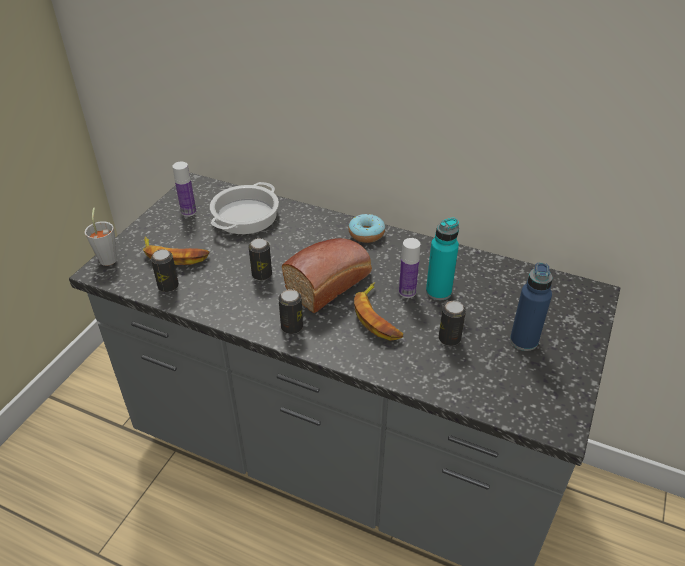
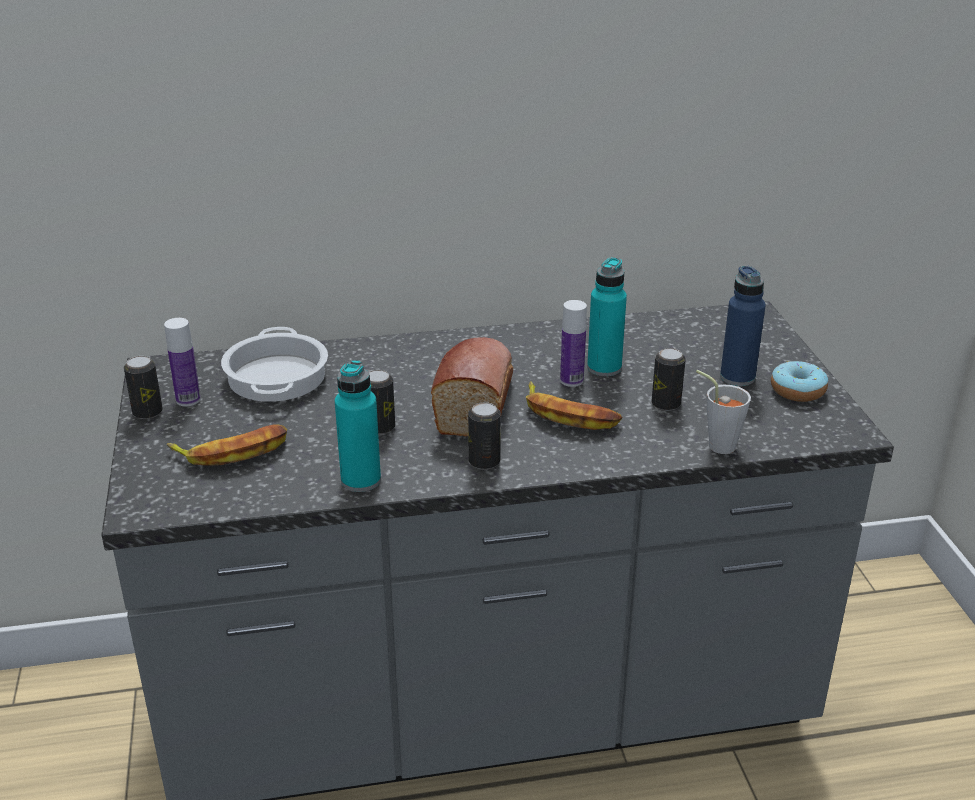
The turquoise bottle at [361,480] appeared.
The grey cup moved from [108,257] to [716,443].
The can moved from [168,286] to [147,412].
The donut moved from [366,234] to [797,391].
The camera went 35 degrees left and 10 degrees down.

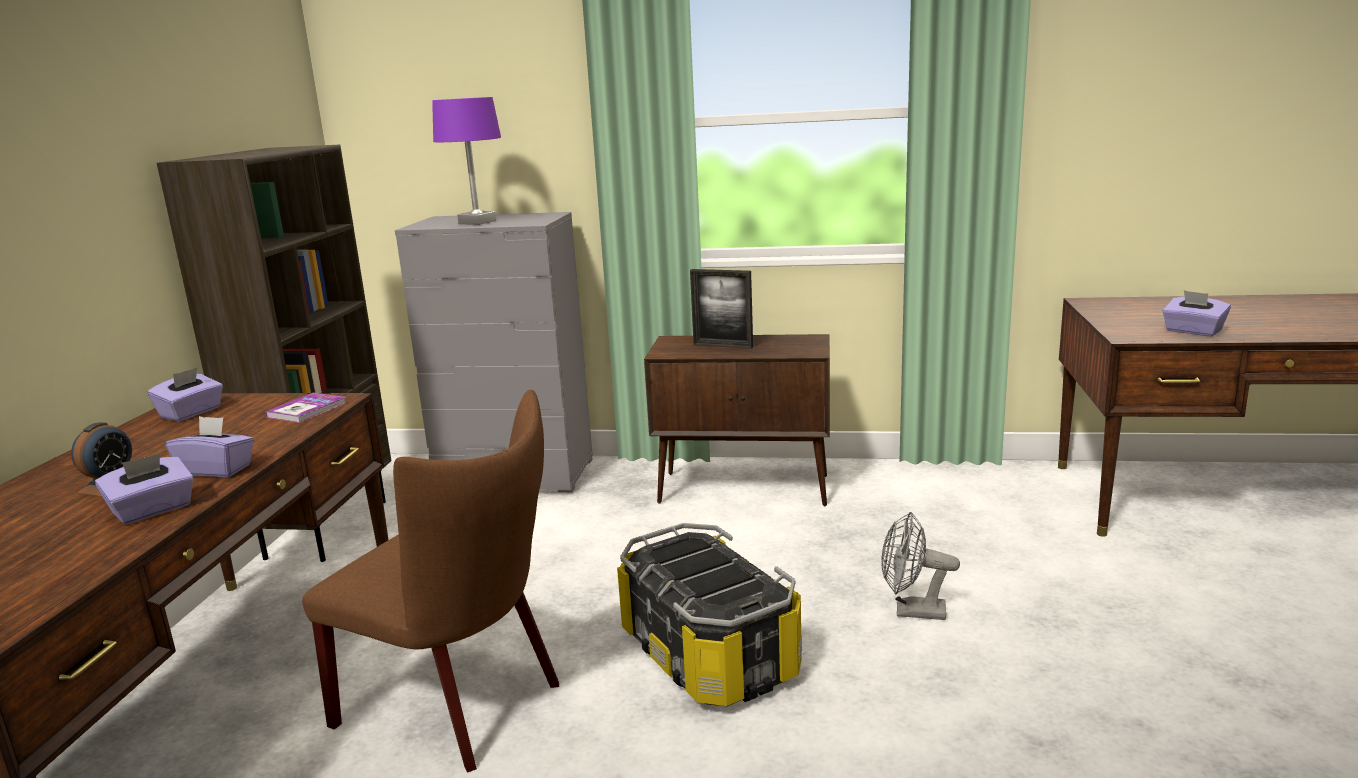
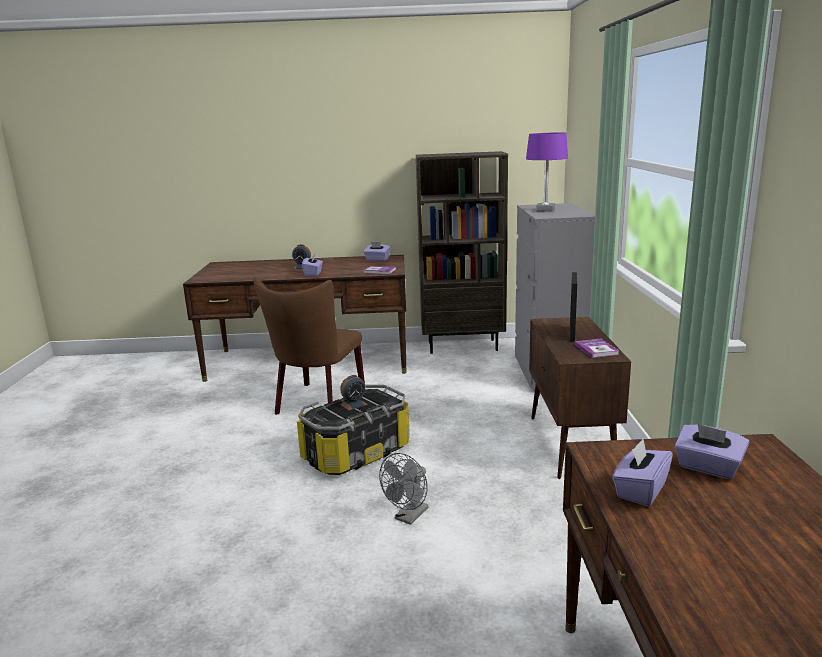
The alarm clock at [353,404] appeared.
The book at [596,349] appeared.
The purple tissue box moved from [153,510] to [708,468].
The grey fan at [912,611] turned 150 degrees counterclockwise.
The camera went 80 degrees right and 0 degrees up.

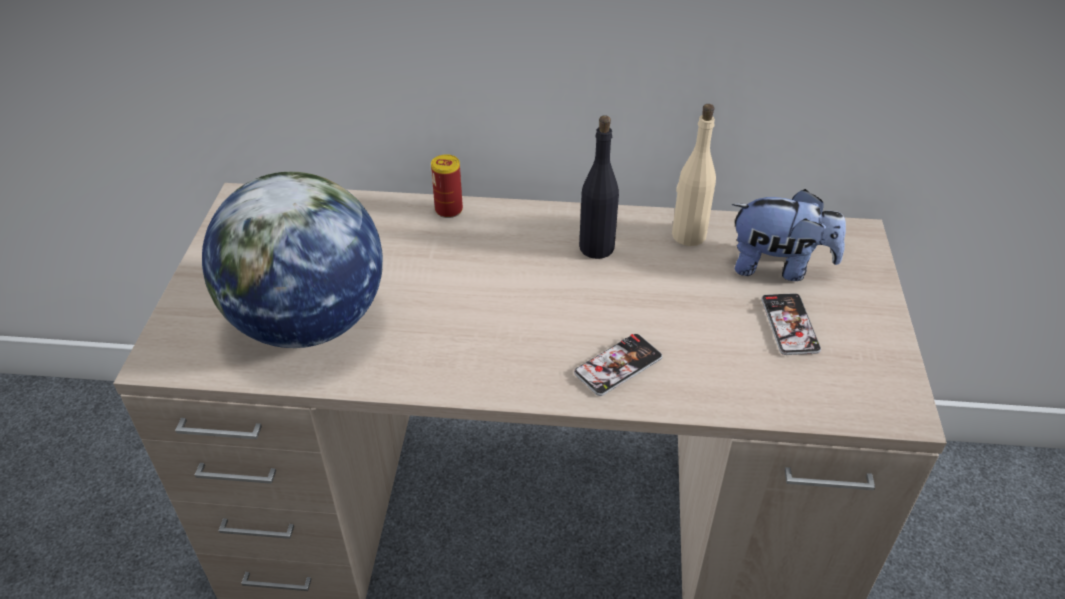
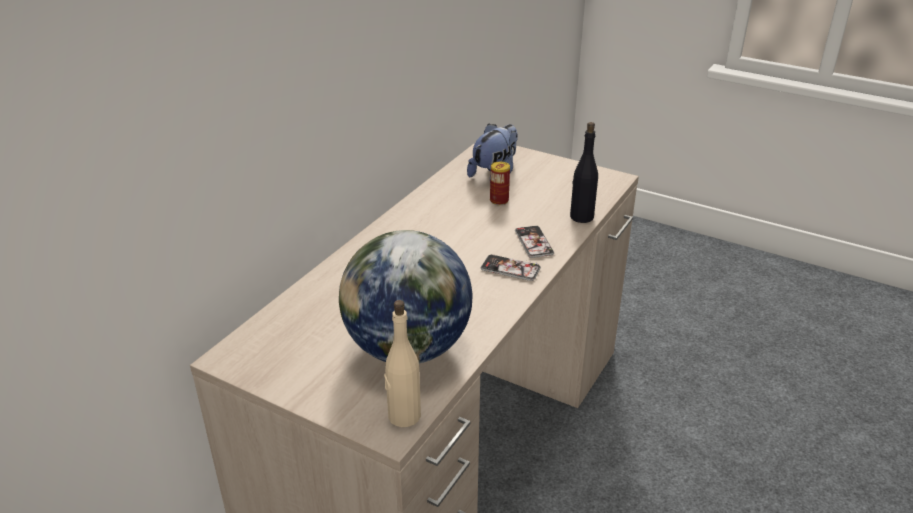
The can moved from [449,210] to [499,201].
The black bottle moved from [597,247] to [581,217].
The beige bottle moved from [688,235] to [403,416].
The phone moved from [789,325] to [510,269].
The camera went 65 degrees left and 10 degrees down.

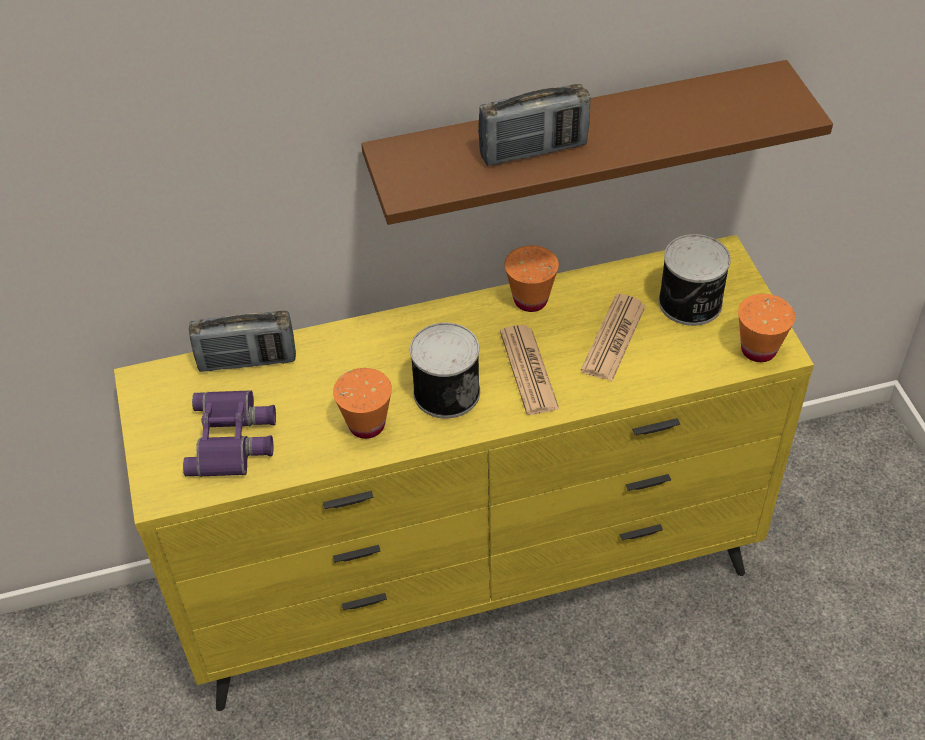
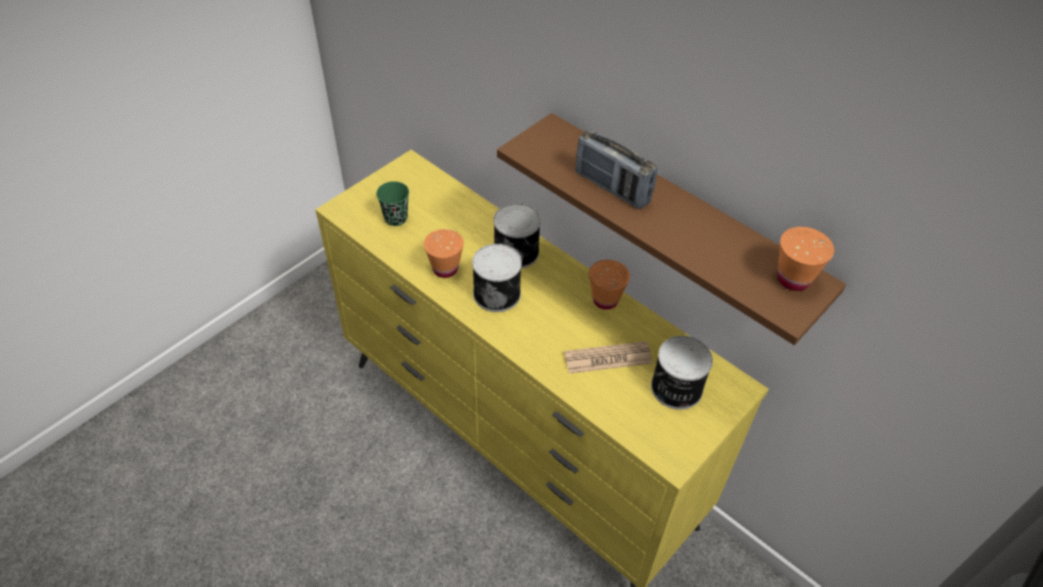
The radio at [247,361] disappeared.
The newspaper at [529,370] disappeared.
The can at [517,251] appeared.
The orange cup moved from [758,350] to [793,279].
The purple binoculars at [233,439] was replaced by the green cup at [396,218].
The camera went 55 degrees right and 0 degrees up.

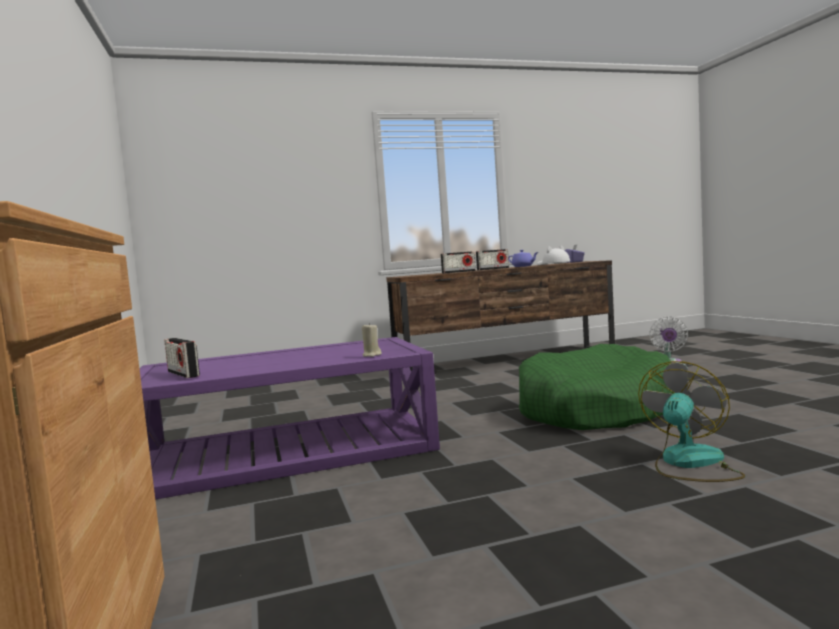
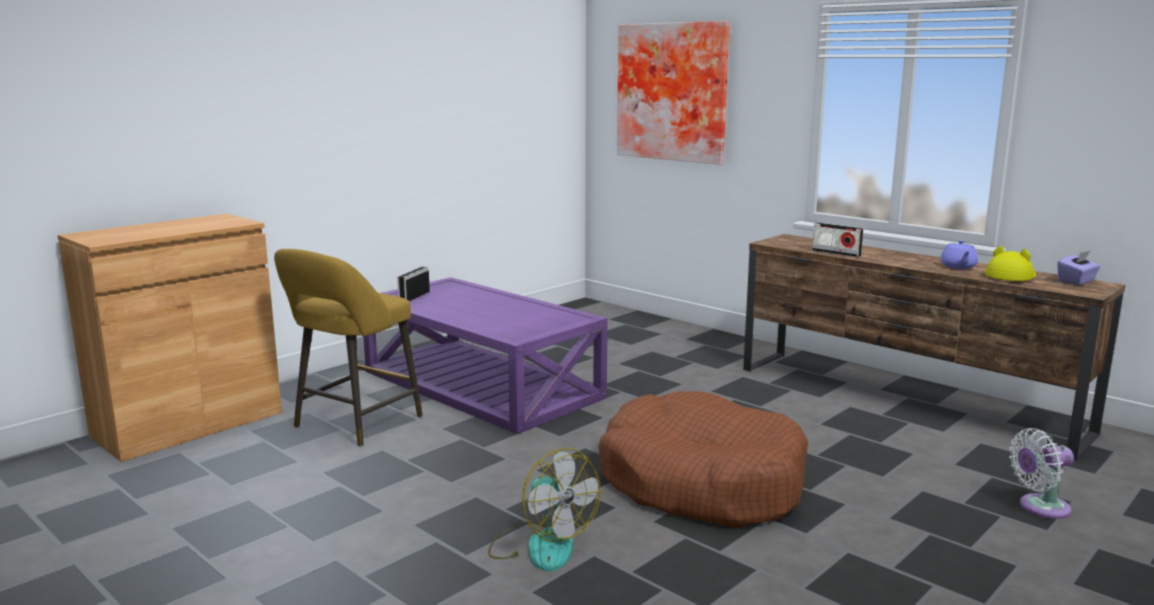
The beige candle at [371,355] disappeared.
The radio at [493,269] disappeared.
The yellow stool at [353,424] appeared.
The picture at [673,92] appeared.
The green dog bed at [595,410] became the brown dog bed at [701,483].
The white hat at [552,264] became the yellow hat at [1010,276].
The fan at [689,464] turned 45 degrees clockwise.
The camera went 60 degrees right and 10 degrees up.

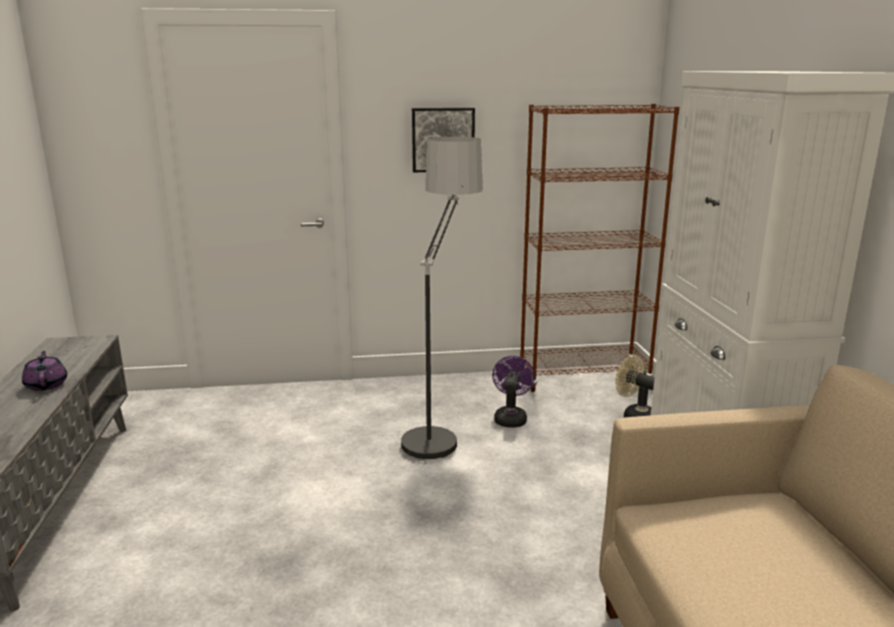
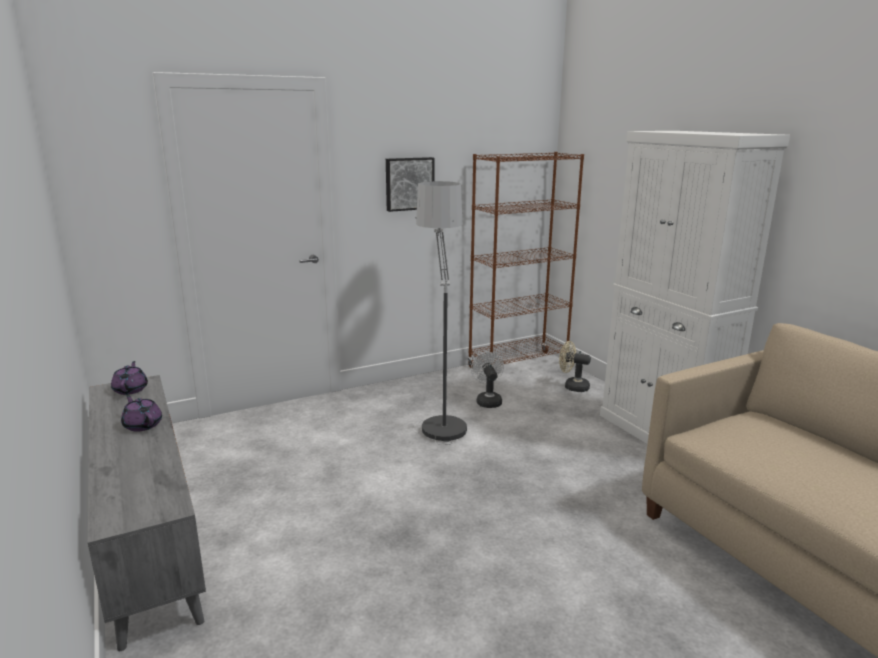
The purple teapot at [131,389] appeared.
The purple fan at [510,418] became the white fan at [487,401].
The camera went 20 degrees left and 0 degrees up.

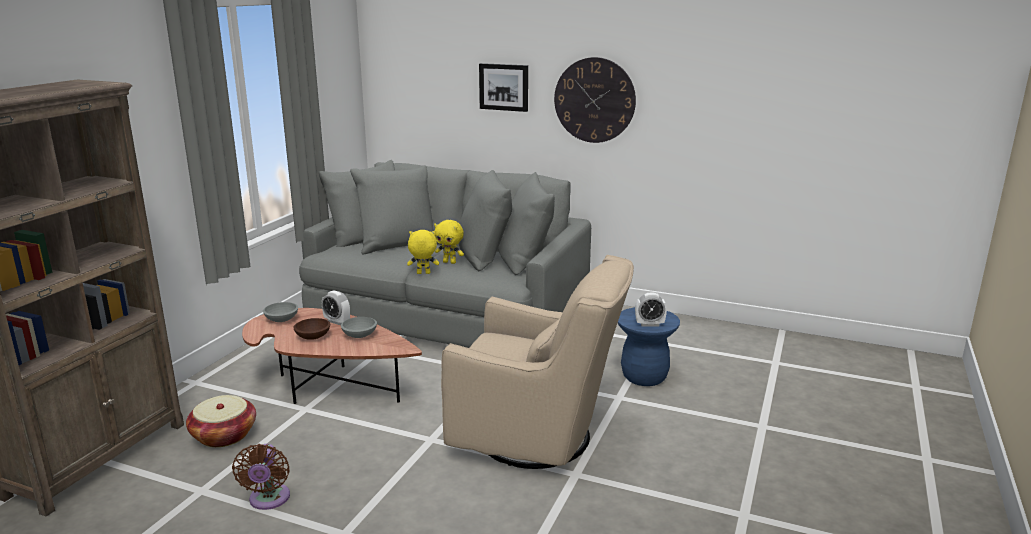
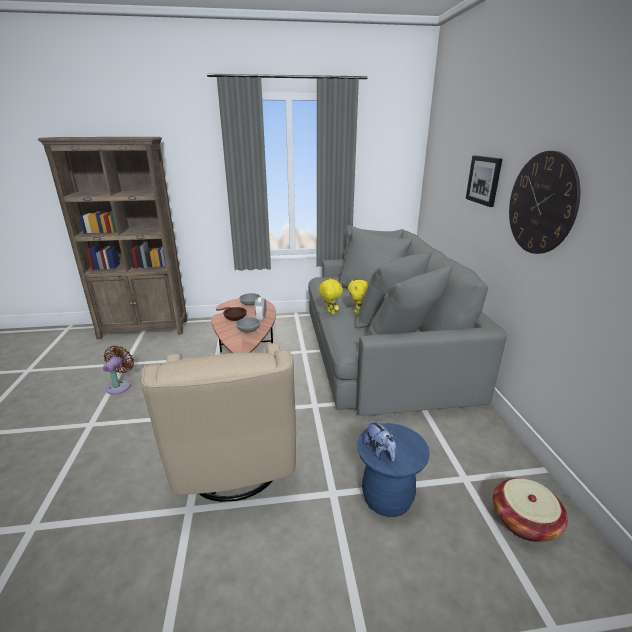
The basket moved from [224,435] to [524,521].
The alarm clock at [649,324] was replaced by the plush toy at [380,451].
The brown fan at [268,500] turned 135 degrees clockwise.
The camera went 60 degrees right and 5 degrees up.

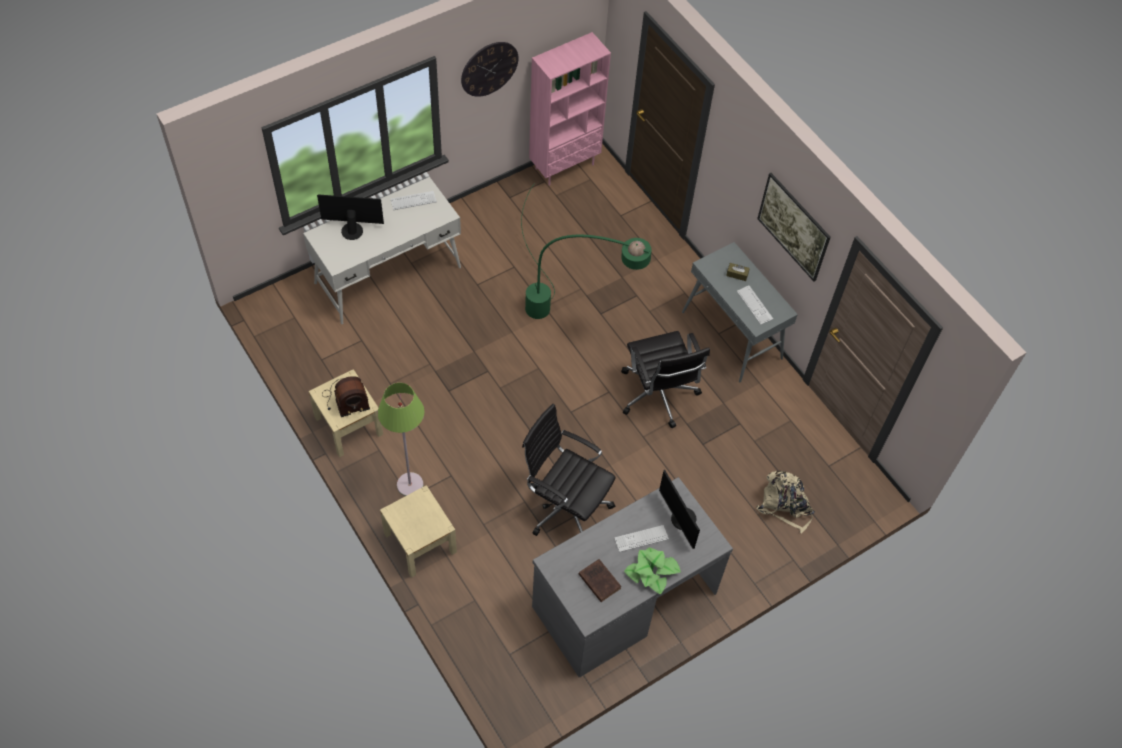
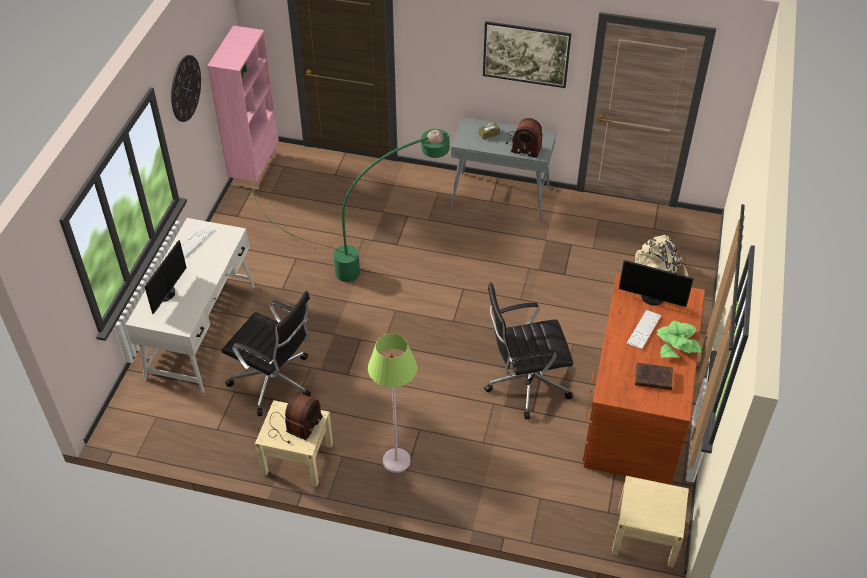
The beige nightstand moved from [420,542] to [645,536].
The black office chair moved from [658,395] to [275,382].
The keyboard at [754,305] was replaced by the radio at [523,144].
The grey desk at [623,599] became the brown desk at [635,410].
The monitor at [352,229] turned 150 degrees clockwise.
The camera went 40 degrees left and 10 degrees down.

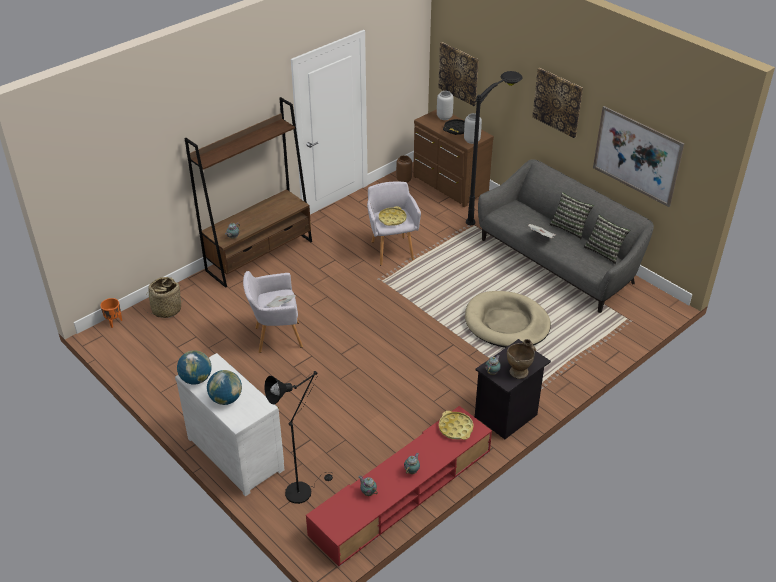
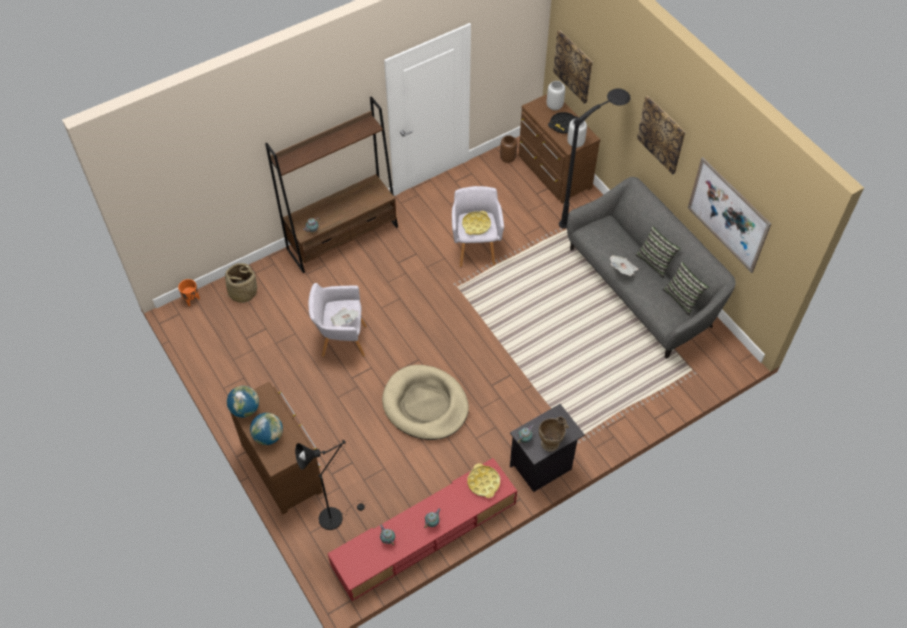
The beige dog bed moved from [506,323] to [425,405].
The white dresser at [237,452] became the brown dresser at [283,466].
The camera went 10 degrees right and 15 degrees up.

